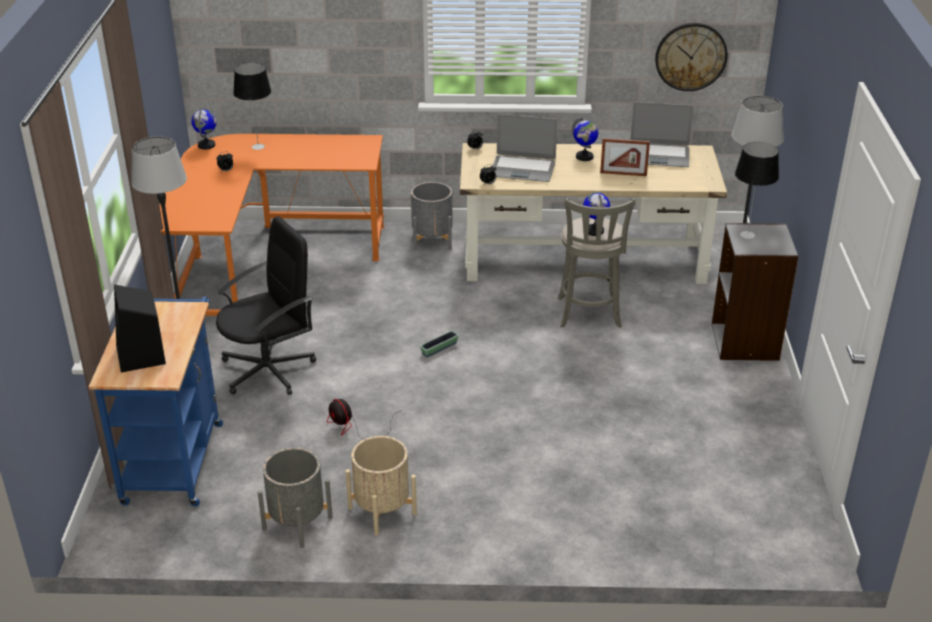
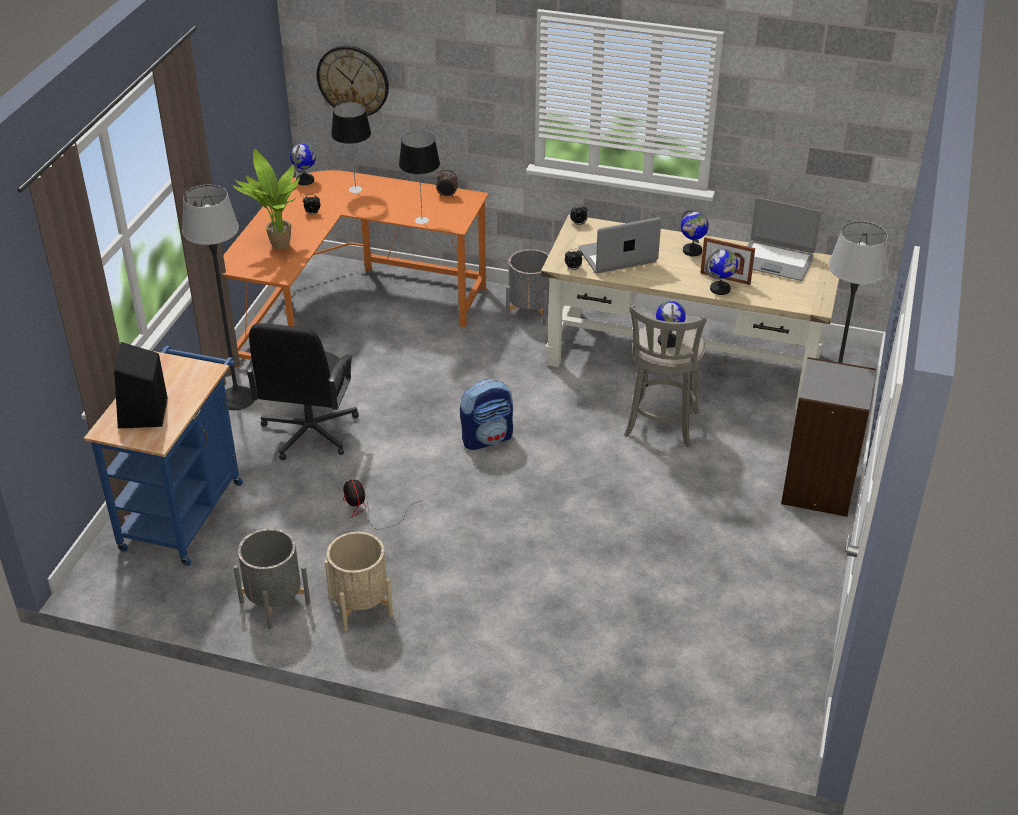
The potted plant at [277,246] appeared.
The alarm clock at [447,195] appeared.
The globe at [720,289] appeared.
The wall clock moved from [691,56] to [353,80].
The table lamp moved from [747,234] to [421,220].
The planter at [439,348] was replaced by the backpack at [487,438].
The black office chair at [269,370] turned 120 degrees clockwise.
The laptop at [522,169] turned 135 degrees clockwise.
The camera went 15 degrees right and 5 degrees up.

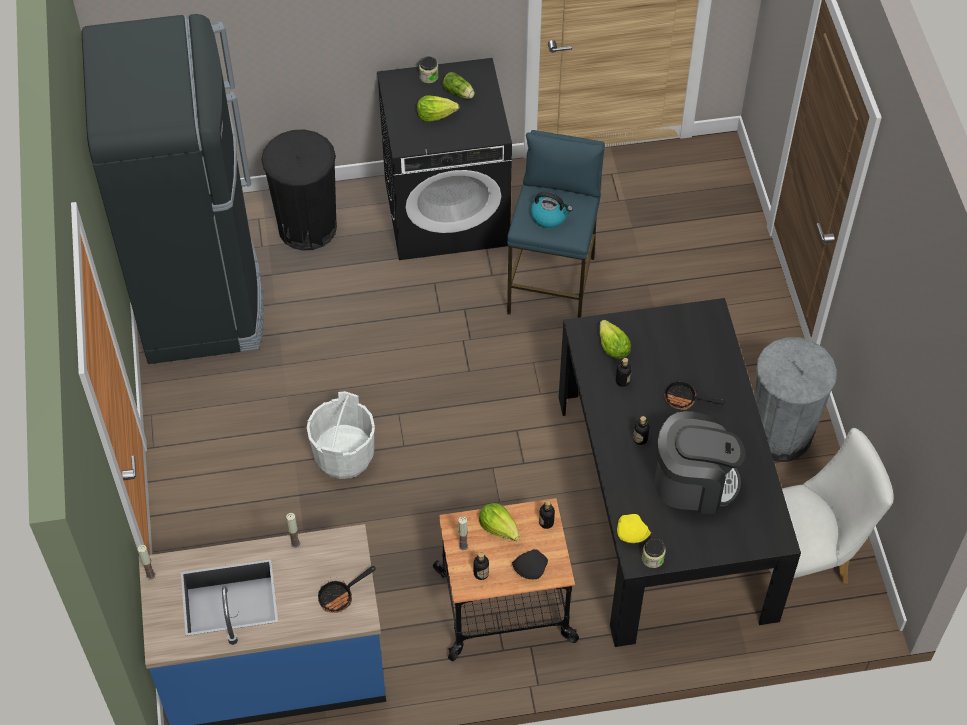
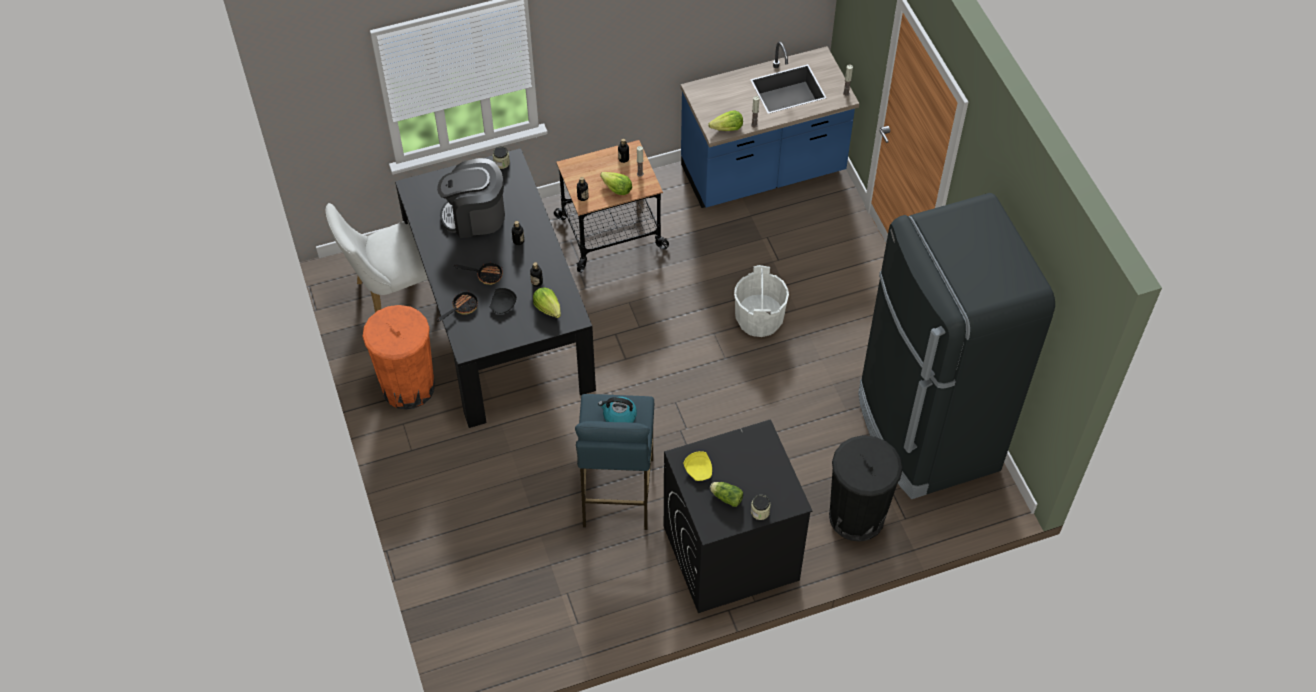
The frying pan moved from [340,596] to [462,308].
The lettuce moved from [435,115] to [727,129].
The black plate moved from [529,568] to [503,305].
The yellow plate moved from [631,533] to [699,469].
The grey trash can at [779,434] became the orange trash can at [408,387].
The camera went 170 degrees right and 0 degrees up.

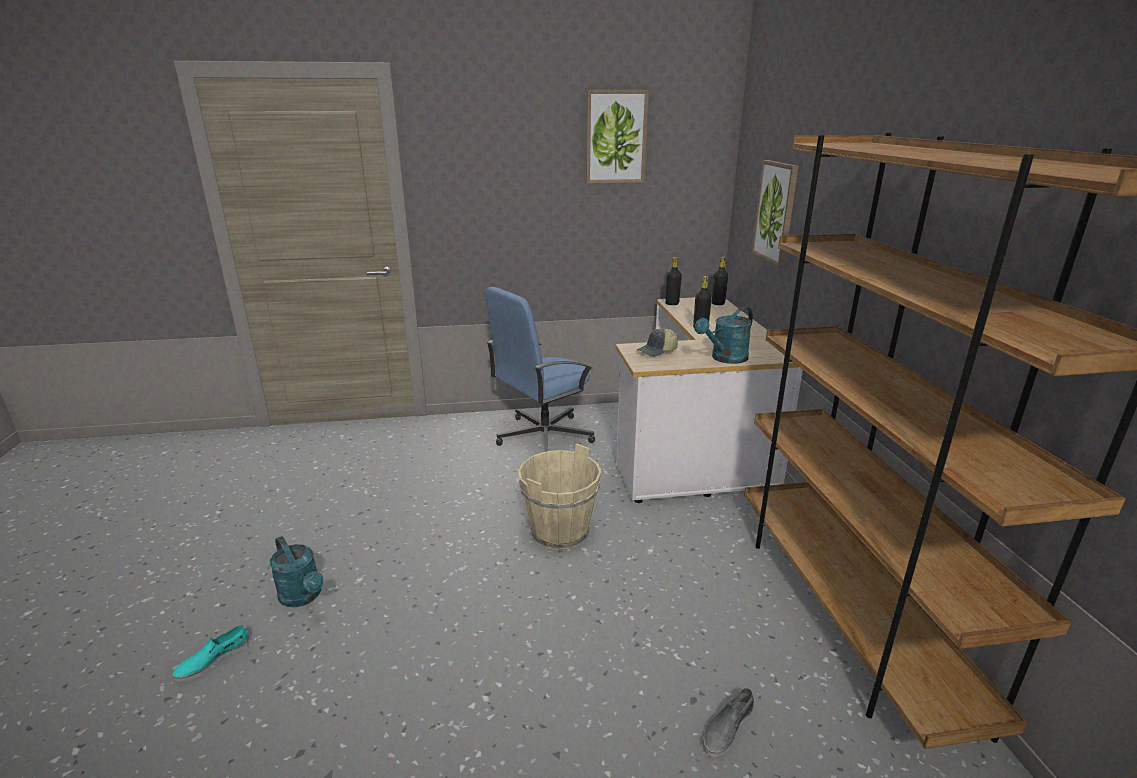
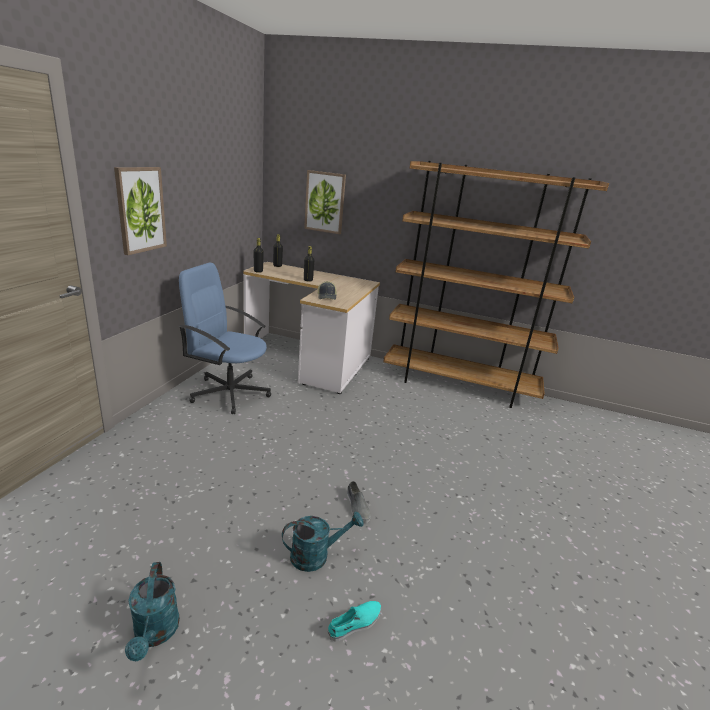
The beige bucket at [560,533] disappeared.
The picture moved from [615,137] to [140,210].
The turquoise watering can moved from [725,359] to [155,634].
The grey shoe moved from [727,728] to [357,507].
The turquoise shoe at [213,659] turned 105 degrees counterclockwise.
The blue office chair at [543,436] turned 120 degrees clockwise.
The camera went 65 degrees left and 0 degrees up.

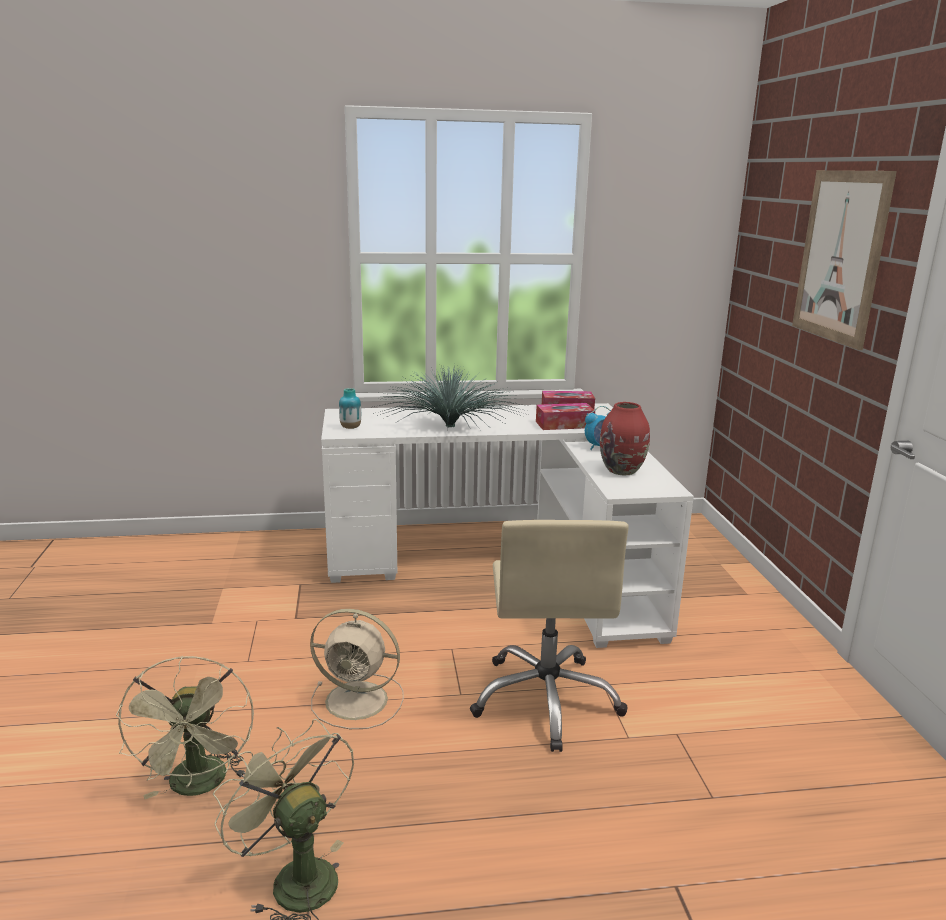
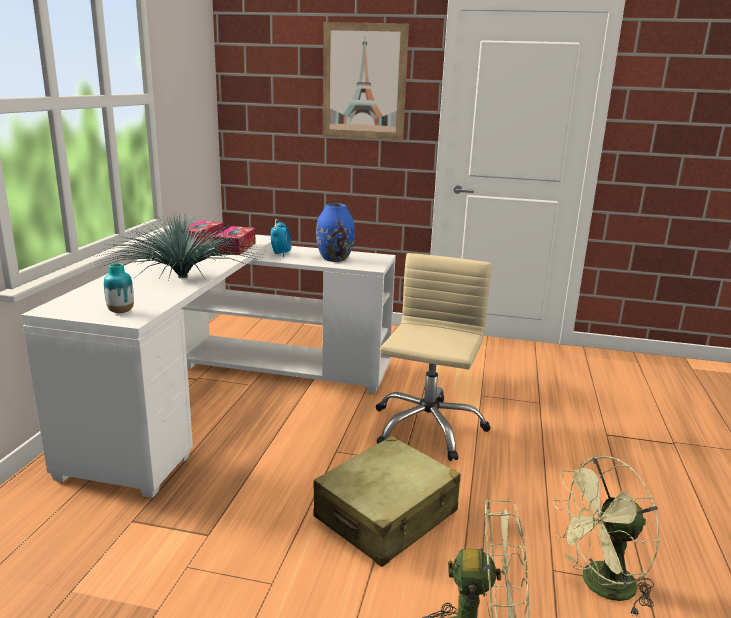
The beige fan at [359,701] was replaced by the beige suitcase at [386,515].
The red vase at [622,470] became the blue vase at [335,259].
The beige office chair at [547,699] turned 90 degrees counterclockwise.
The camera went 70 degrees left and 0 degrees up.

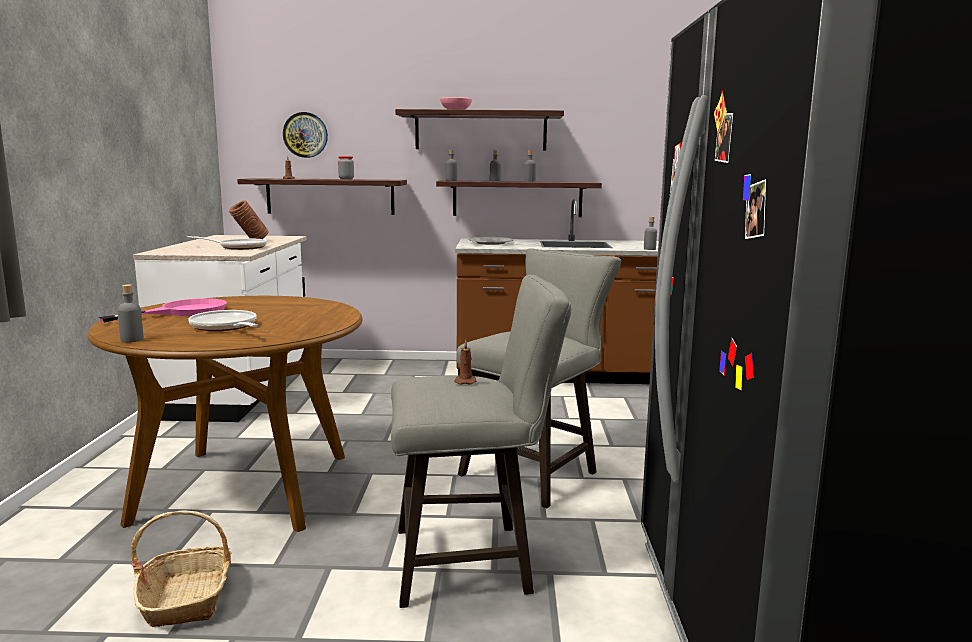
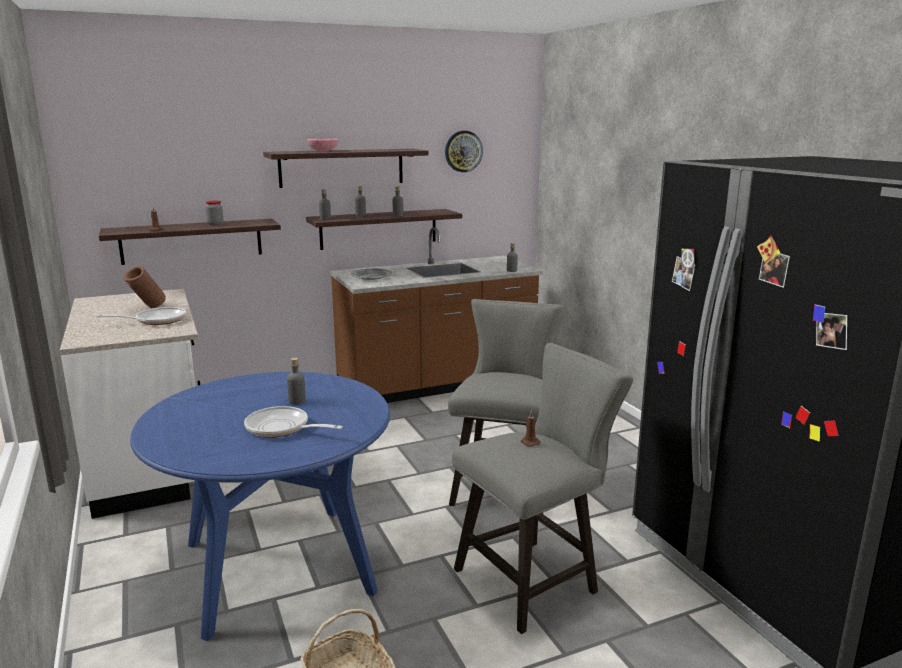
The pink frying pan at [182,312] disappeared.
The grey bottle moved from [132,340] to [297,401].
The wall clock moved from [305,135] to [463,151].
The brown dining table at [244,487] became the blue dining table at [278,567].
The camera went 25 degrees left and 5 degrees up.

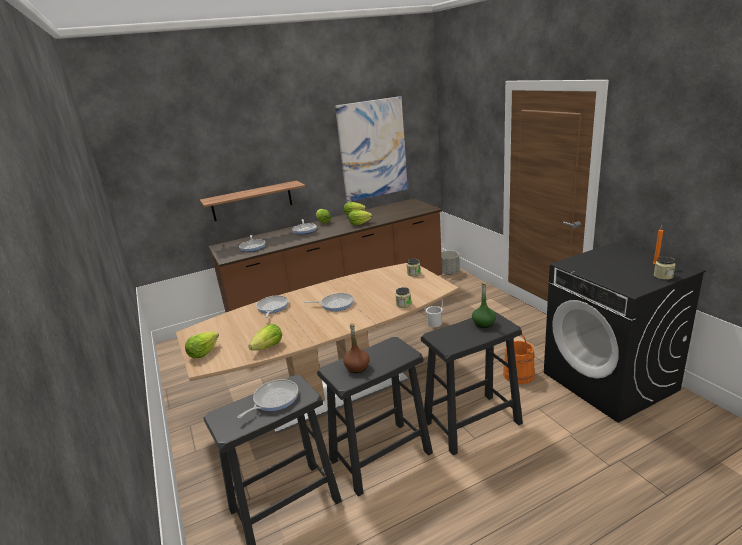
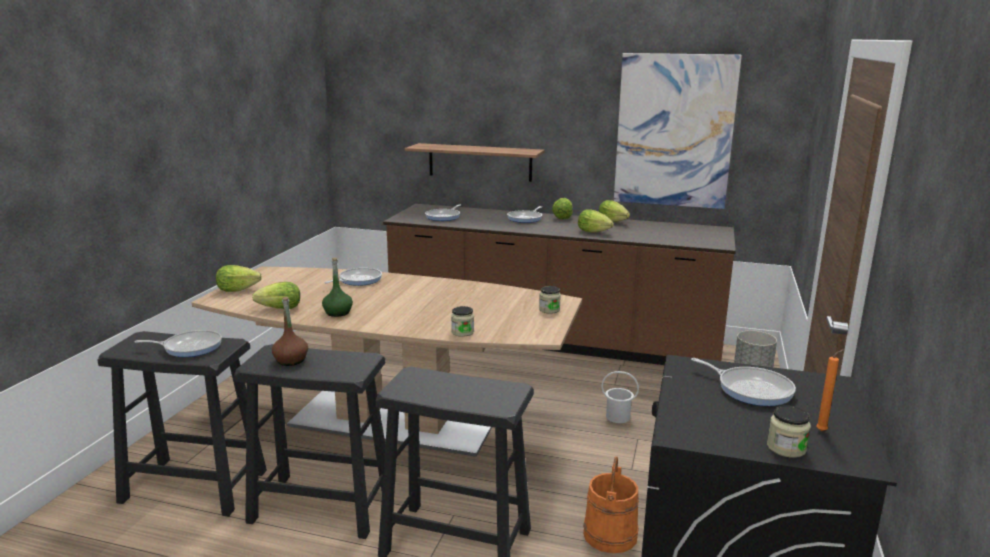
The frying pan moved from [335,304] to [751,389].
The green bottle moved from [484,323] to [338,312].
The camera went 40 degrees right and 5 degrees down.

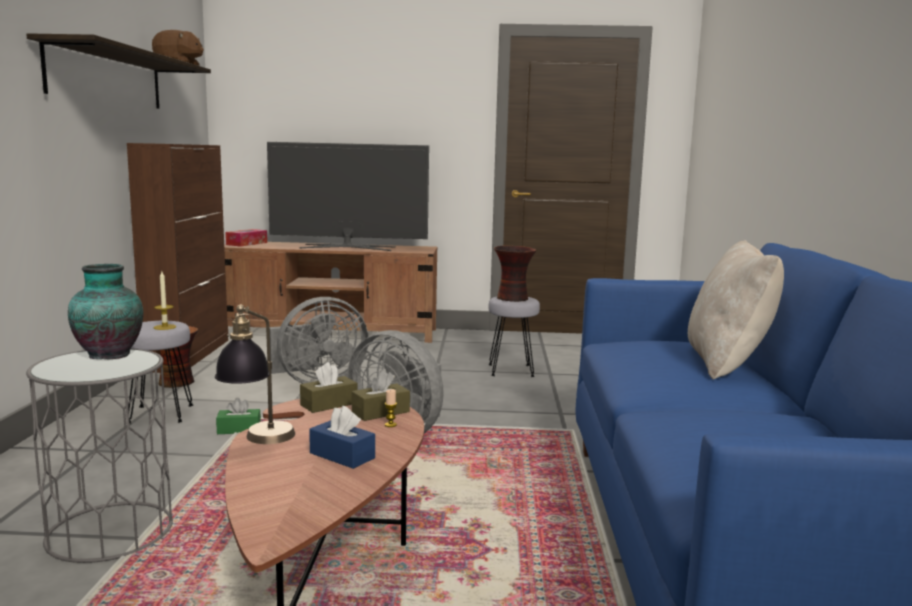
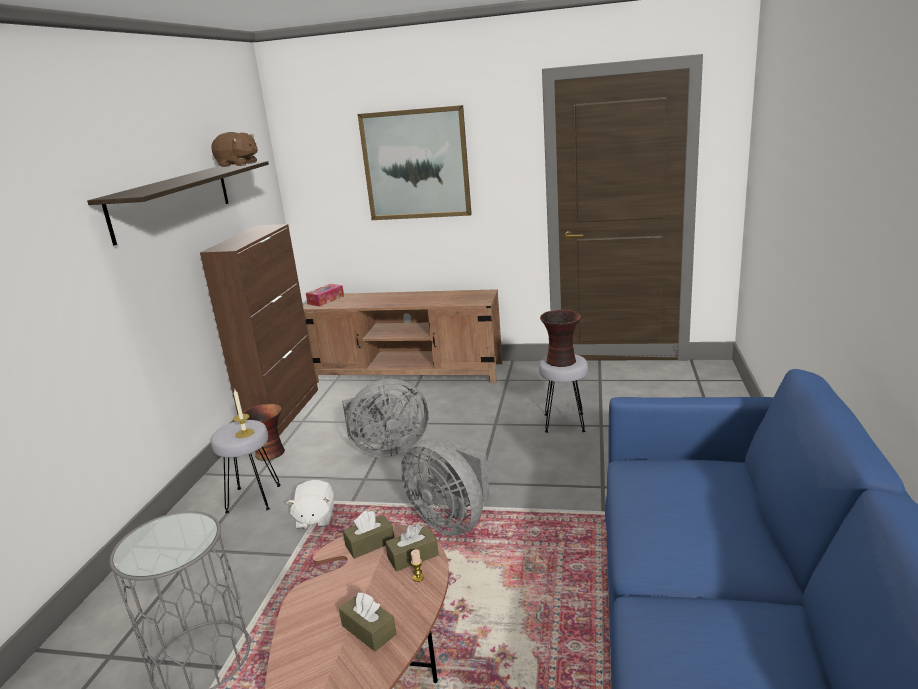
The vase at [109,354] disappeared.
The table lamp at [258,442] disappeared.
The television at [348,247] disappeared.
The beige pillow at [727,364] disappeared.
The picture at [416,164] appeared.
The green tissue box at [239,429] was replaced by the white plush toy at [315,518].
The blue tissue box at [342,455] became the brown tissue box at [369,630].
The camera went 10 degrees right and 10 degrees up.

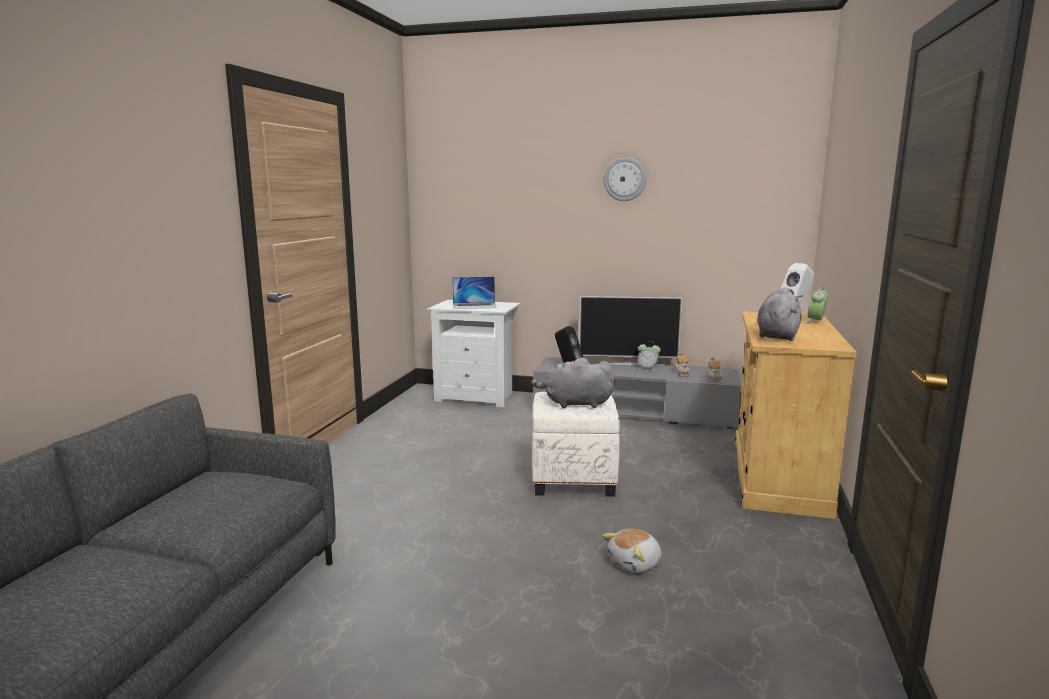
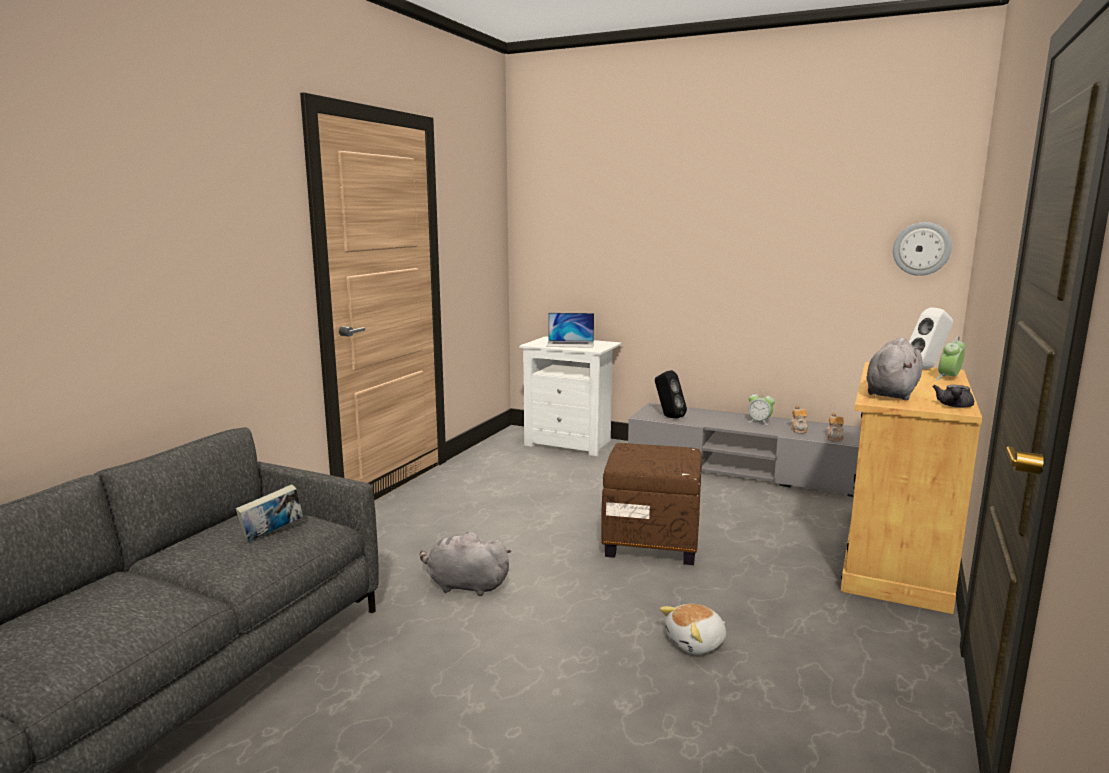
The television at [627,364] disappeared.
The book at [272,534] appeared.
The grey teapot at [954,406] appeared.
The grey plush toy moved from [575,404] to [464,586].
The wall clock moved from [625,179] to [921,248].
The white ottoman at [572,480] became the brown ottoman at [650,543].
The camera went 10 degrees right and 0 degrees up.

